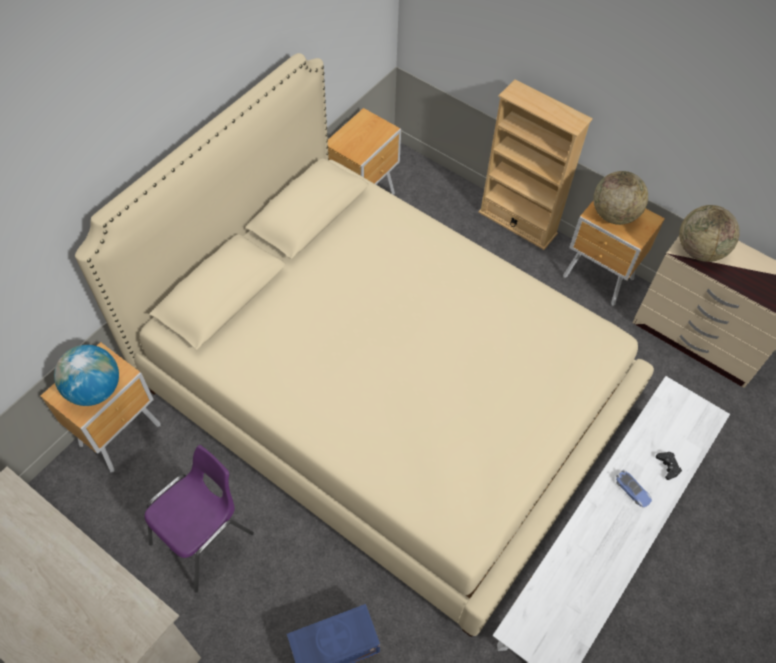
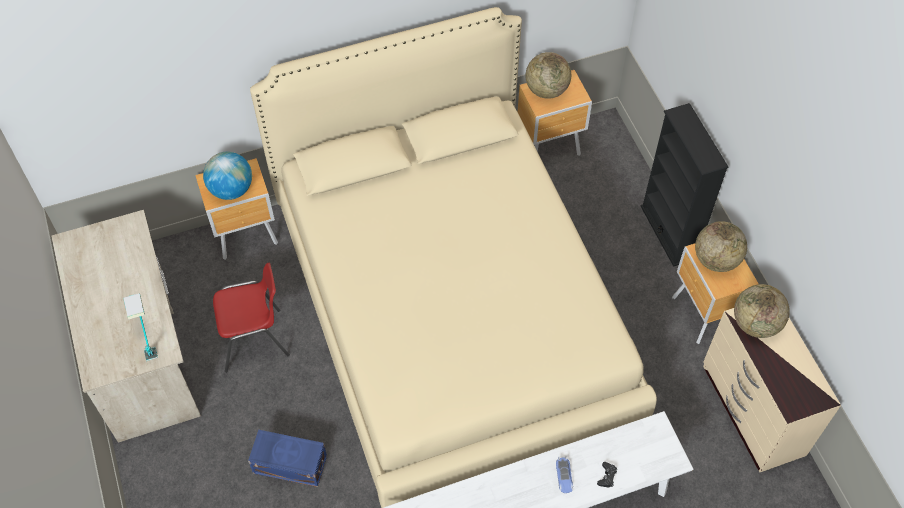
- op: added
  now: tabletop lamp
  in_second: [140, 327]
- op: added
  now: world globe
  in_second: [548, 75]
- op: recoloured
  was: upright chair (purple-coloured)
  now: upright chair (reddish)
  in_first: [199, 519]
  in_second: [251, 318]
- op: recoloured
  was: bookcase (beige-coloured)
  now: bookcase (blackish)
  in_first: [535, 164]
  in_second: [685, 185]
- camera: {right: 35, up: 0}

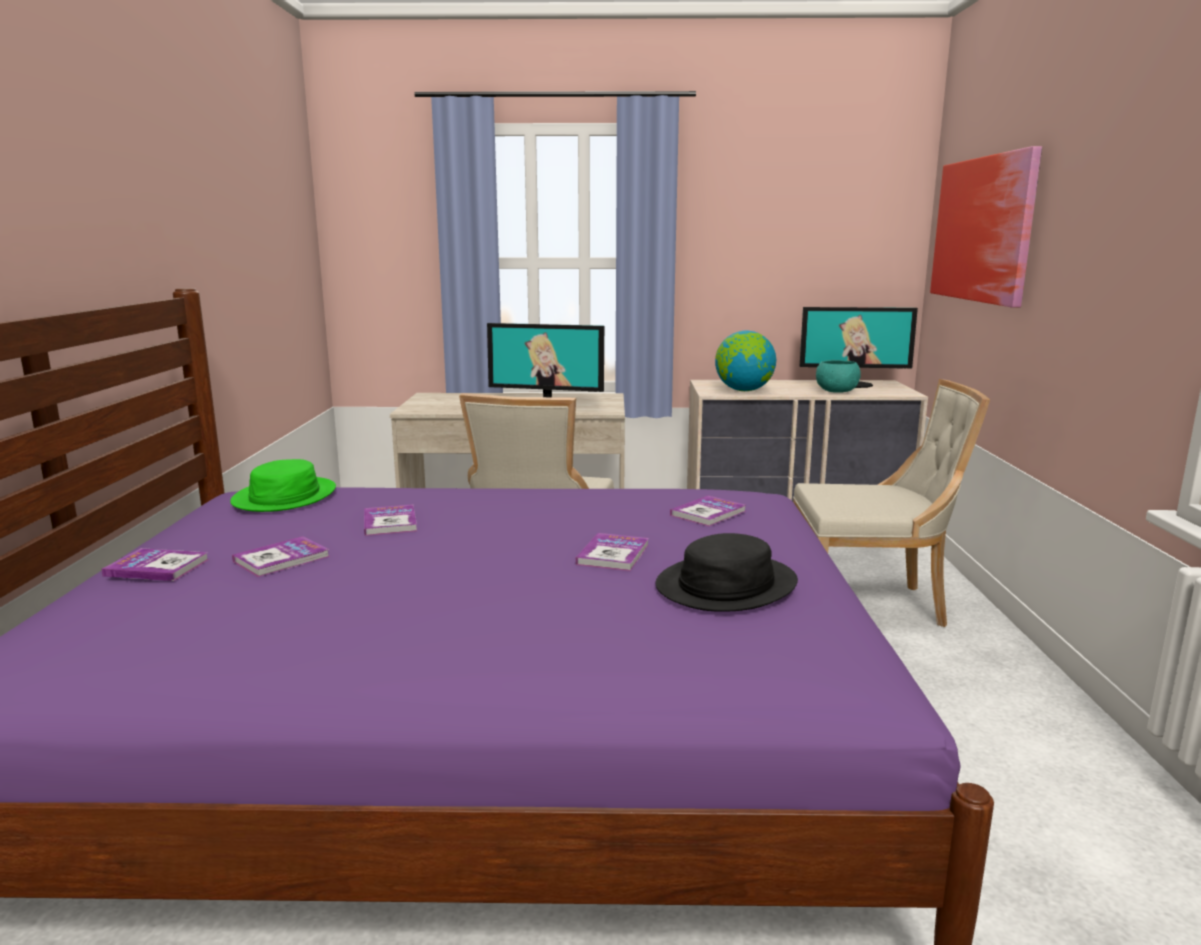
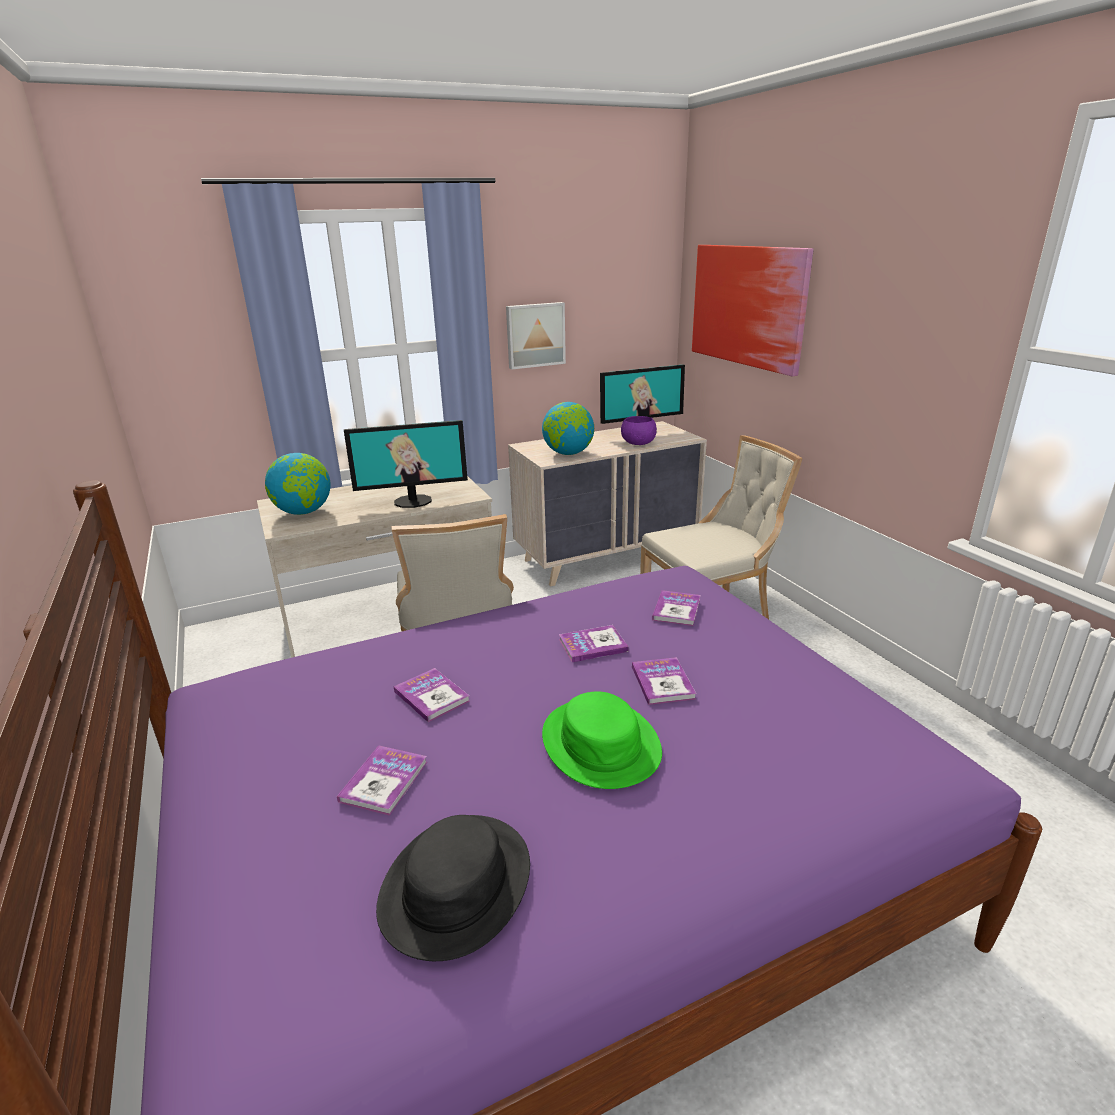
- op: added
  now: world globe
  in_second: [298, 484]
- op: added
  now: wall picture
  in_second: [536, 335]
- op: moved
  was: bound book
  in_first: [155, 564]
  in_second: [594, 643]
- op: moved
  was: clothing hat (green)
  in_first: [283, 485]
  in_second: [602, 740]
- op: moved
  was: clothing hat (blackish)
  in_first: [727, 572]
  in_second: [453, 888]
- op: recoloured
  was: serving bowl (turquoise)
  now: serving bowl (purple-coloured)
  in_first: [838, 376]
  in_second: [639, 430]
- camera: {right: -25, up: 10}

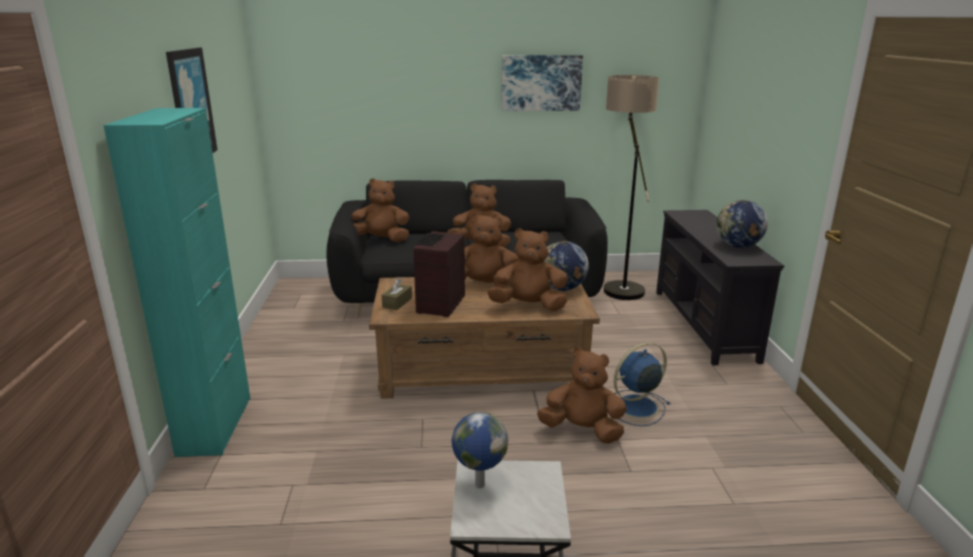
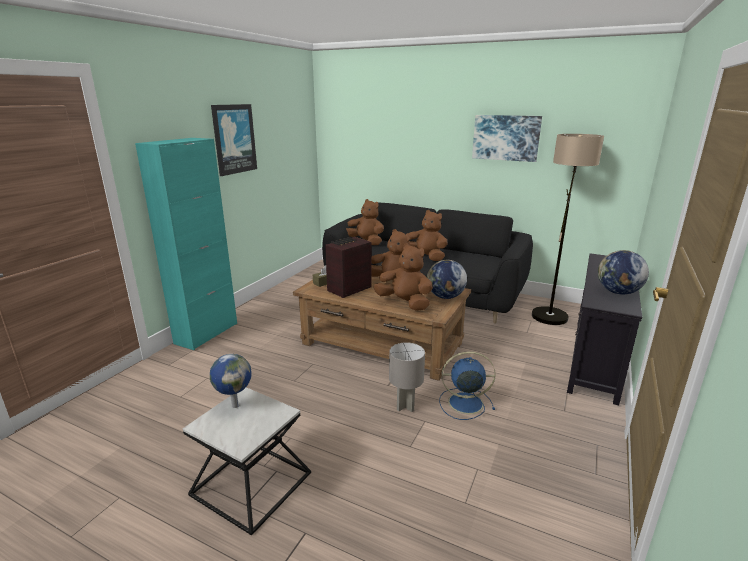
- op: replaced
  was: cuddly toy (brown)
  now: tabletop lamp (greyish)
  in_first: [582, 395]
  in_second: [407, 377]
- camera: {right: 30, up: 0}

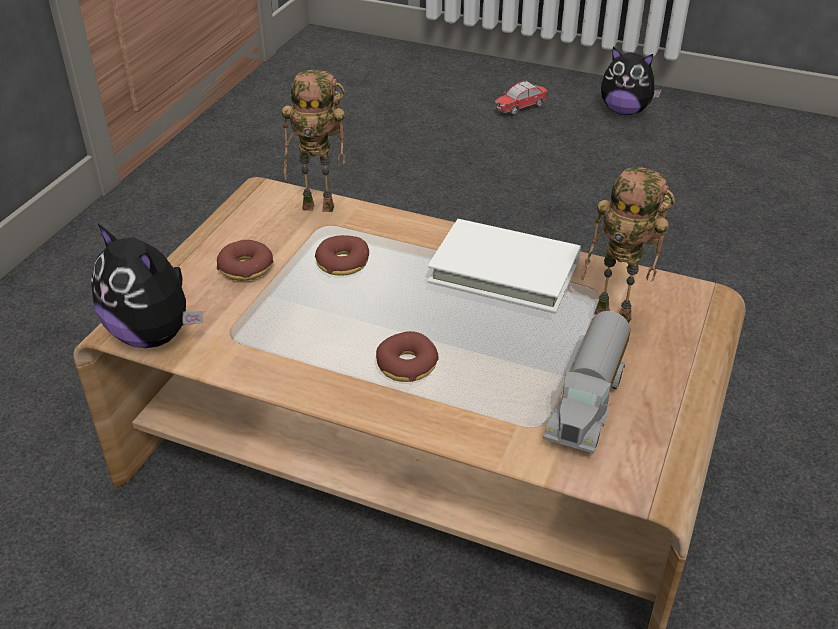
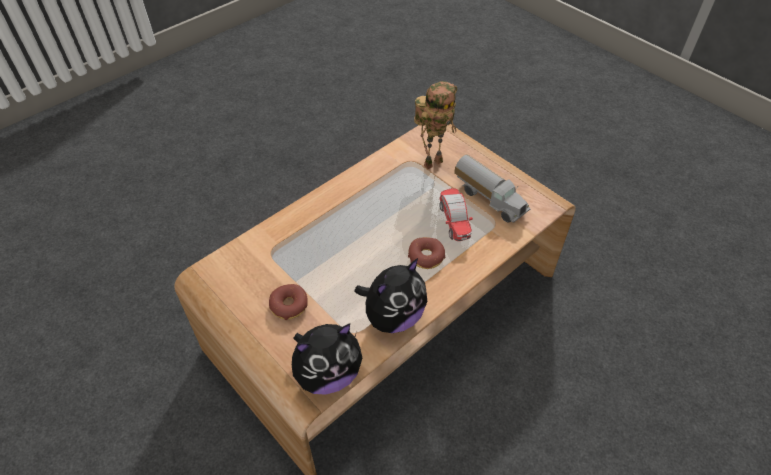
- op: removed
  was: toy robot
  in_first: [313, 141]
- op: removed
  was: ring doughnut
  in_first: [342, 255]
- op: removed
  was: bound book (white)
  in_first: [504, 266]
- op: moved
  was: toy car
  in_first: [521, 98]
  in_second: [456, 214]
- op: moved
  was: cuddly toy
  in_first: [631, 81]
  in_second: [391, 295]
- camera: {right: -65, up: 10}

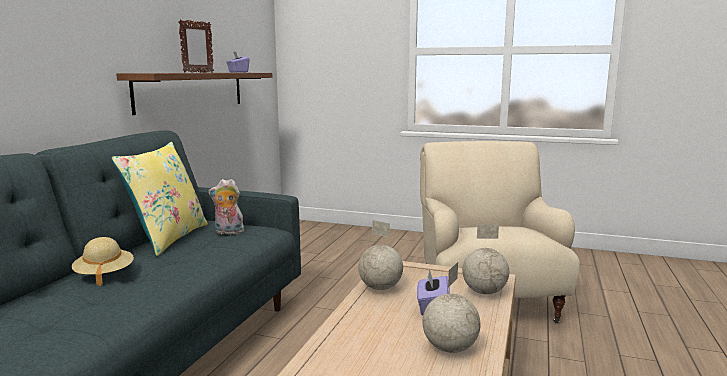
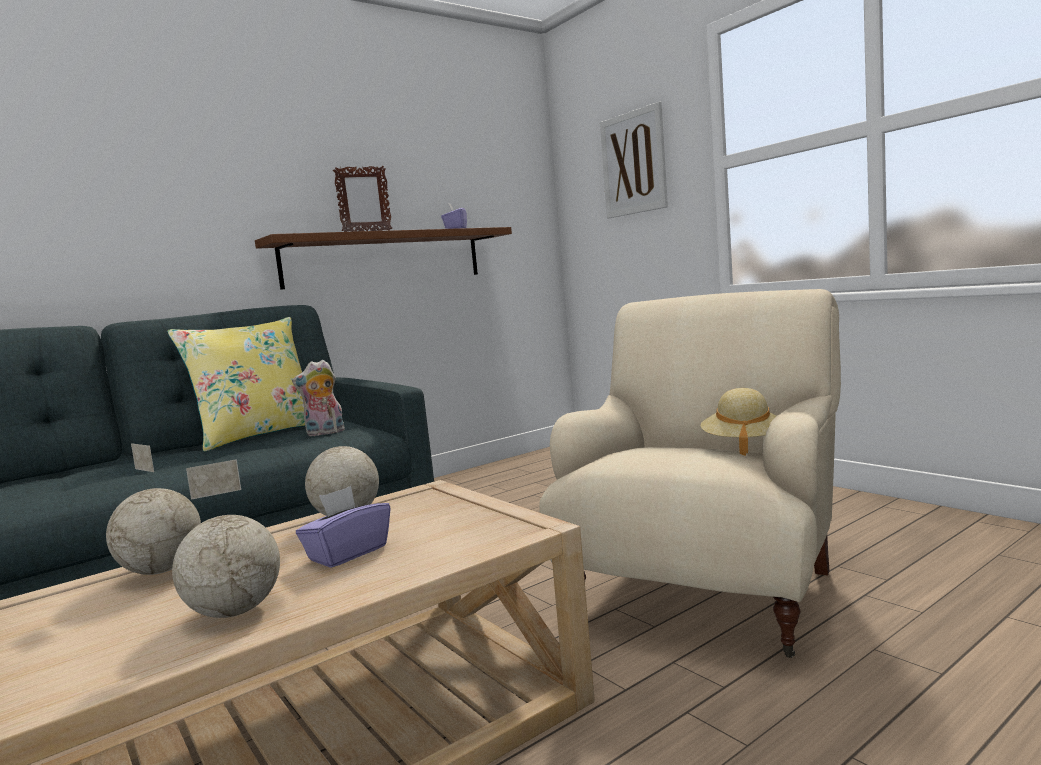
- op: added
  now: wall picture
  in_second: [634, 160]
- op: moved
  was: clothing hat (beige-coloured)
  in_first: [103, 261]
  in_second: [738, 422]
- op: moved
  was: world globe
  in_first: [485, 259]
  in_second: [153, 509]
- op: turned
  was: cuddly toy
  in_first: [226, 207]
  in_second: [318, 398]
  clockwise: -60
- camera: {right: 35, up: -5}

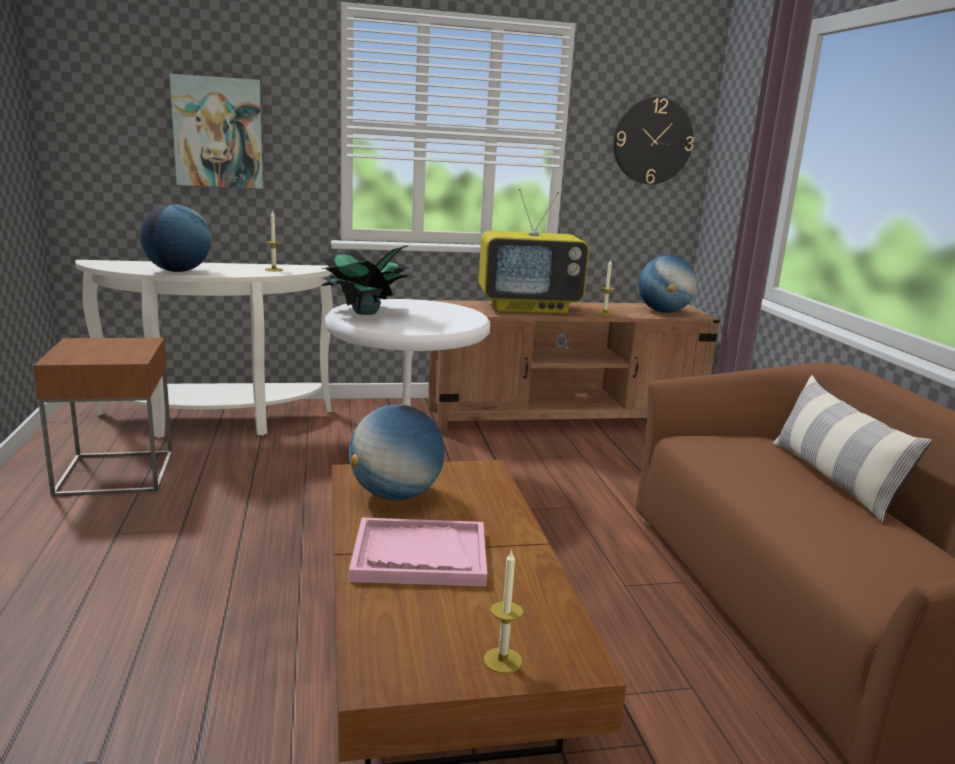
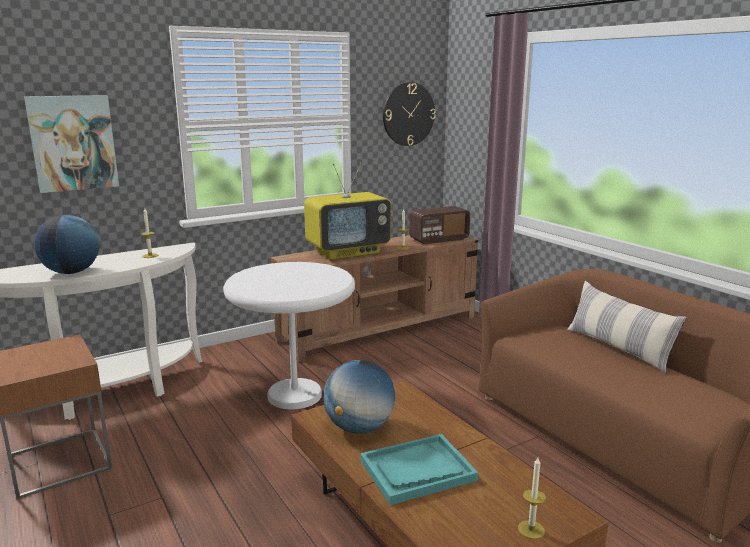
- op: removed
  was: potted plant
  in_first: [366, 279]
- op: replaced
  was: world globe
  now: radio
  in_first: [667, 284]
  in_second: [439, 225]
- op: recoloured
  was: tray (pink)
  now: tray (turquoise)
  in_first: [418, 552]
  in_second: [419, 469]
- camera: {right: -20, up: 0}

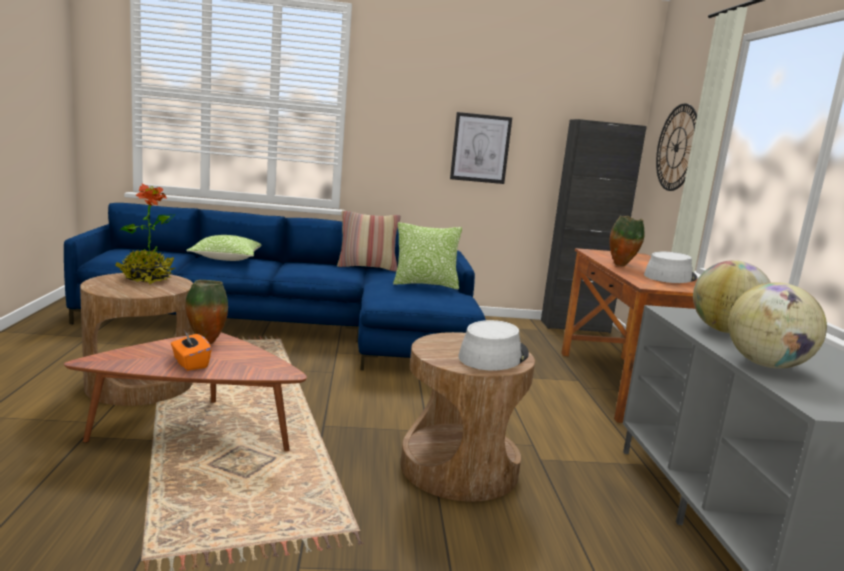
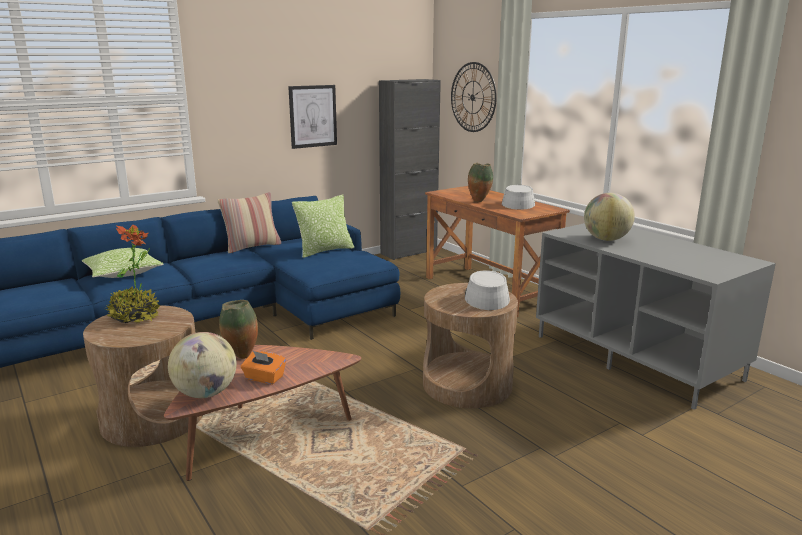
- op: moved
  was: world globe
  in_first: [777, 325]
  in_second: [202, 365]
- camera: {right: -30, up: 5}

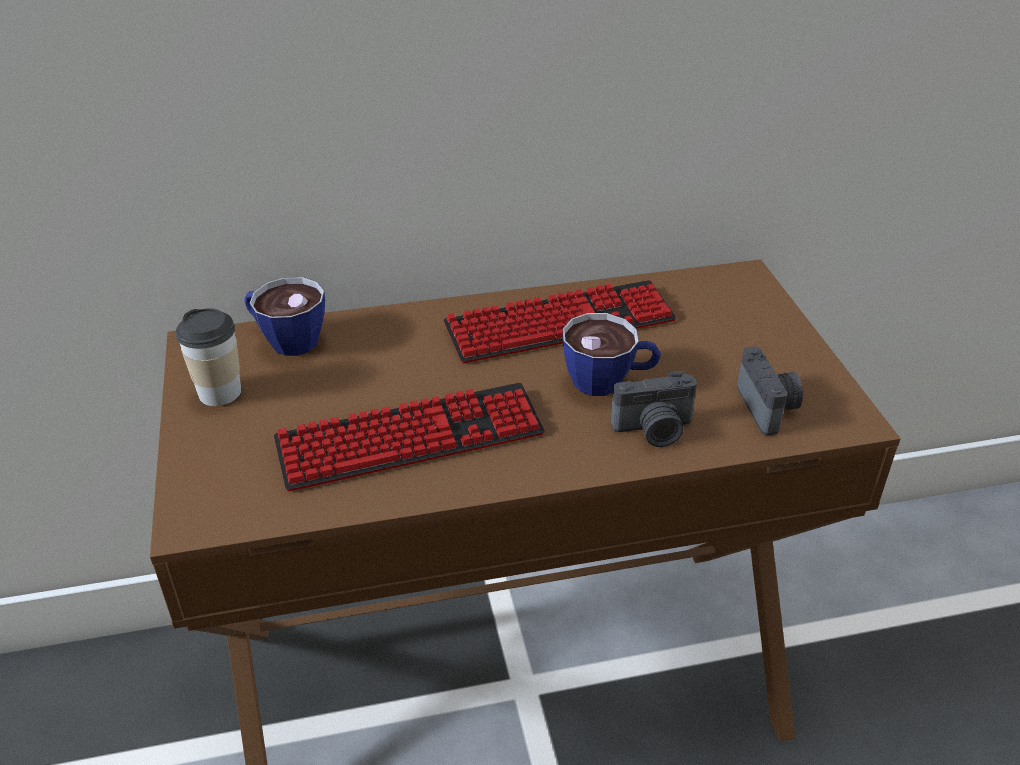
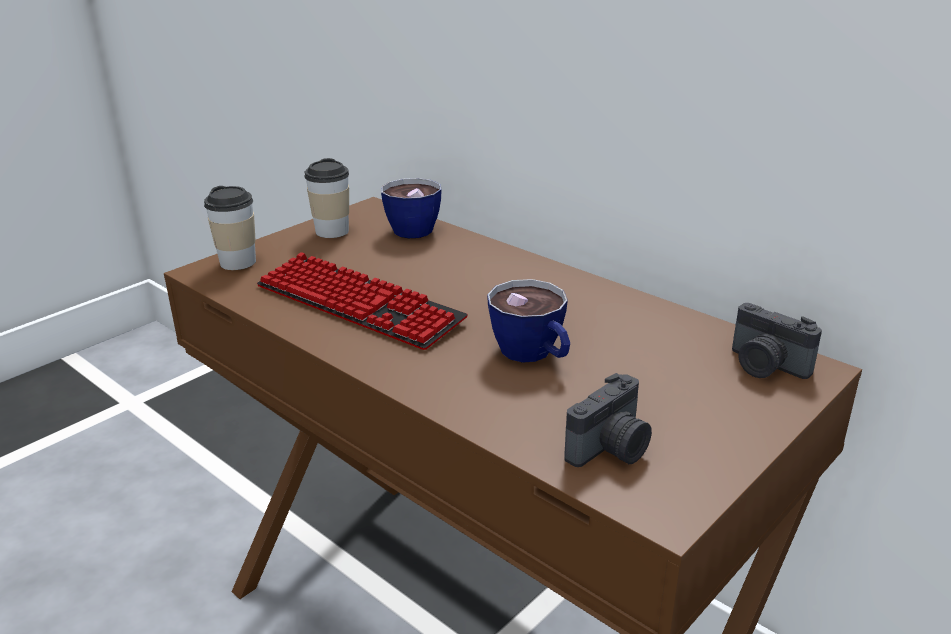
- op: removed
  was: PC keyboard
  in_first: [559, 321]
- op: added
  now: cup
  in_second: [230, 228]
- op: moved
  was: photo camera
  in_first: [654, 409]
  in_second: [777, 341]
- camera: {right: 55, up: -10}

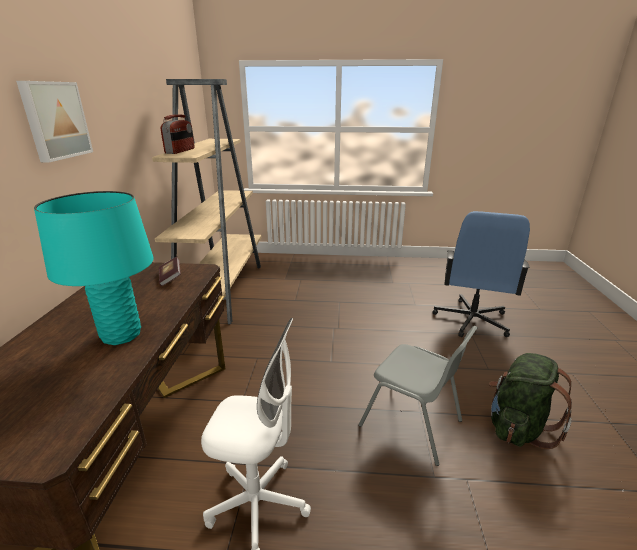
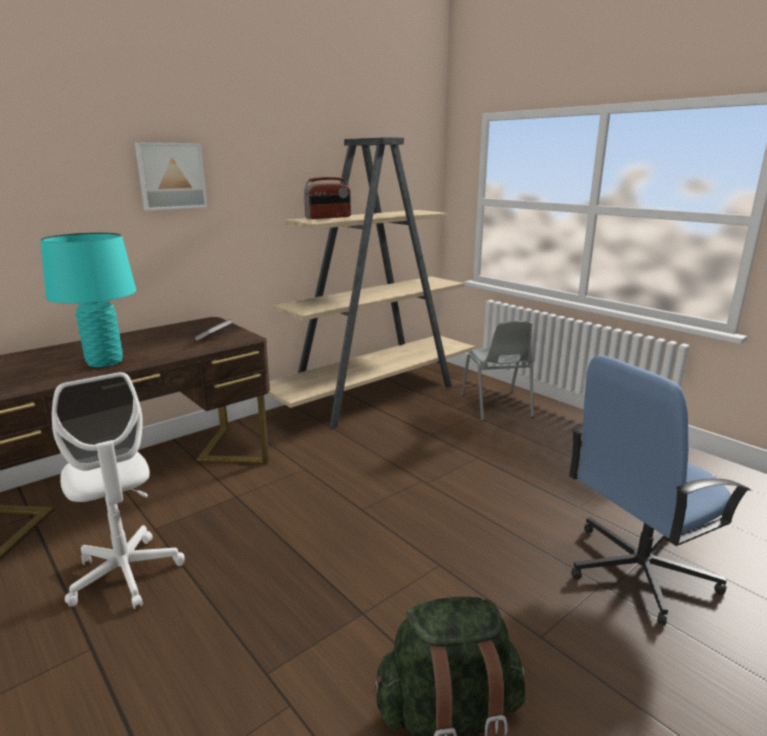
- op: moved
  was: upright chair (greyish)
  in_first: [418, 396]
  in_second: [497, 371]
- camera: {right: 45, up: -5}

